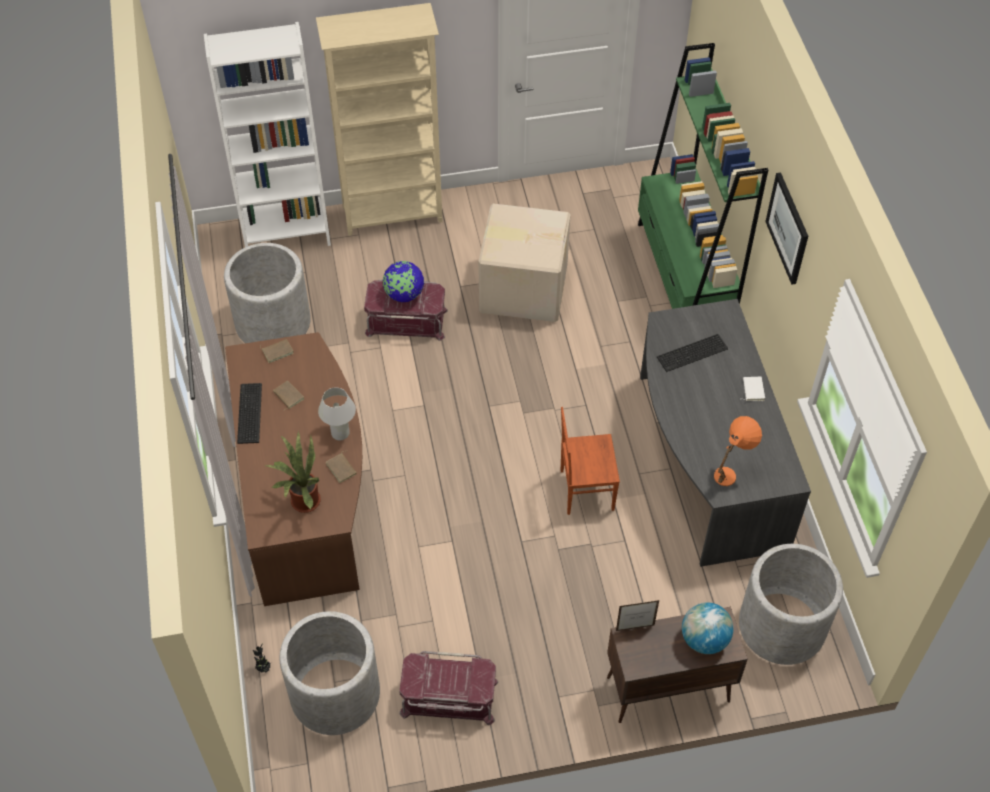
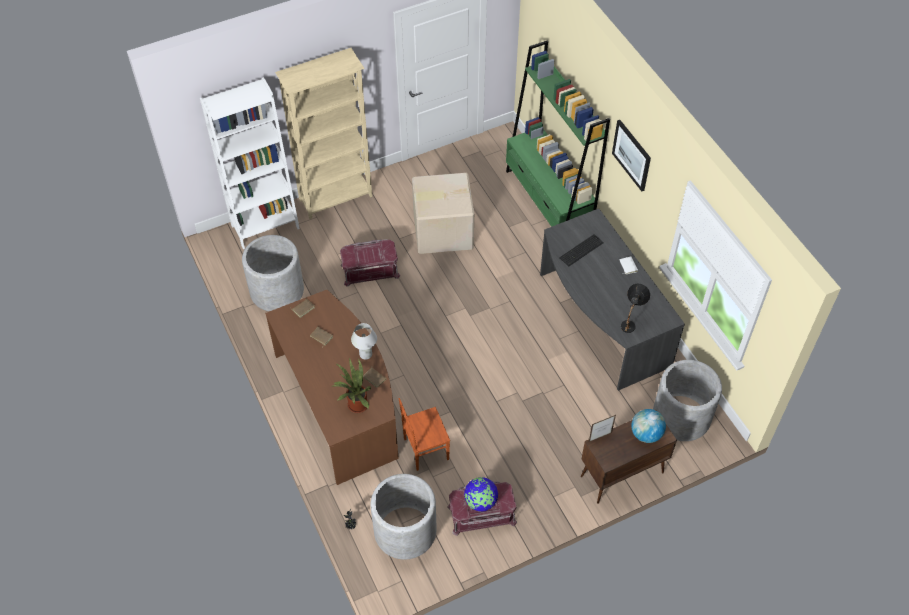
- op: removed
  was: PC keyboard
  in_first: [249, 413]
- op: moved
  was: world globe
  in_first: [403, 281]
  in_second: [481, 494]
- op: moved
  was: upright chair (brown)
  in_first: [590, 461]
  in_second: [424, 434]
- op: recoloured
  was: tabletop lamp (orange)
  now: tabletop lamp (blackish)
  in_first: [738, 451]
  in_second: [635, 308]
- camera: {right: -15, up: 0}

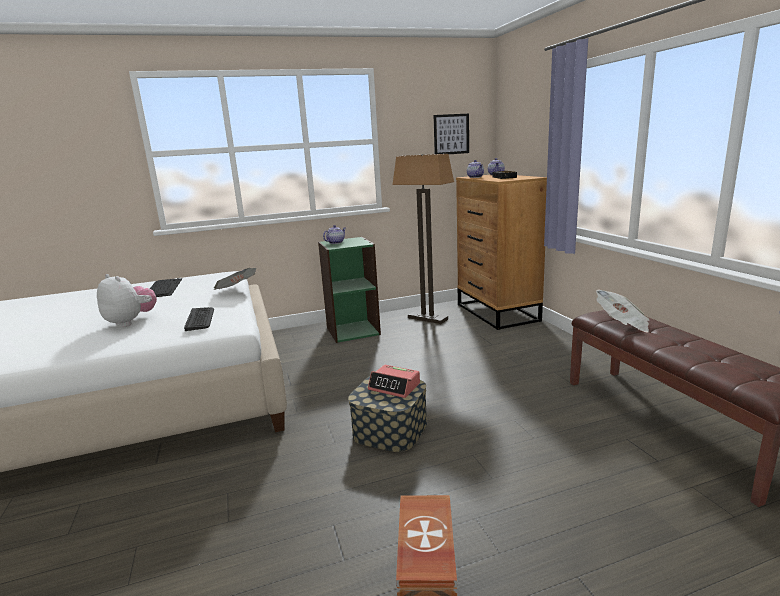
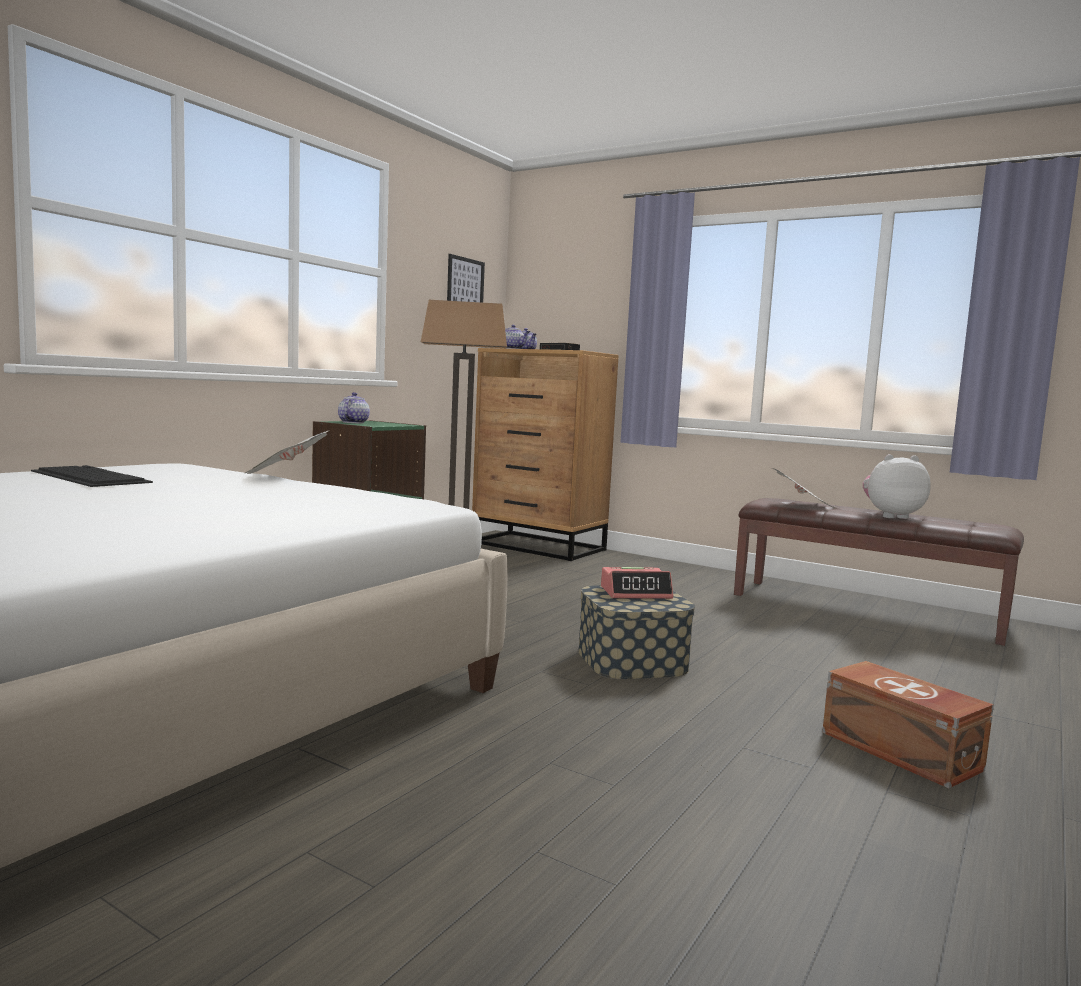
- op: removed
  was: PC keyboard
  in_first: [199, 319]
- op: moved
  was: cuddly toy
  in_first: [127, 300]
  in_second: [897, 486]
- camera: {right: -40, up: -10}

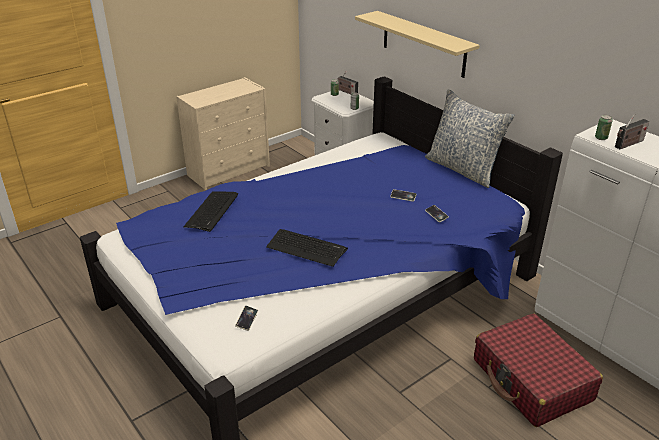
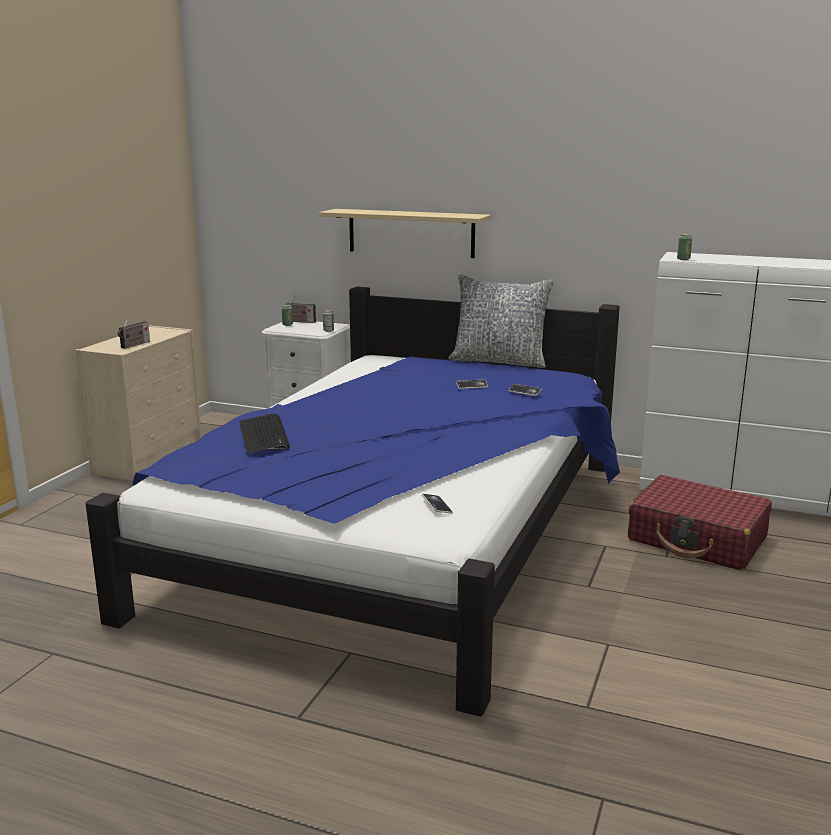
- op: removed
  was: PC keyboard
  in_first: [307, 248]
- op: moved
  was: radio
  in_first: [632, 131]
  in_second: [134, 332]
- camera: {right: -30, up: -15}

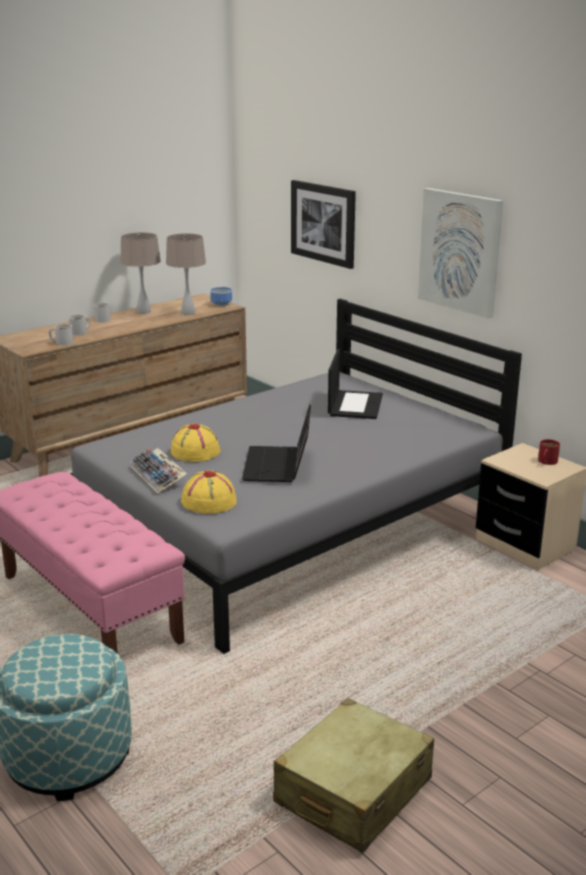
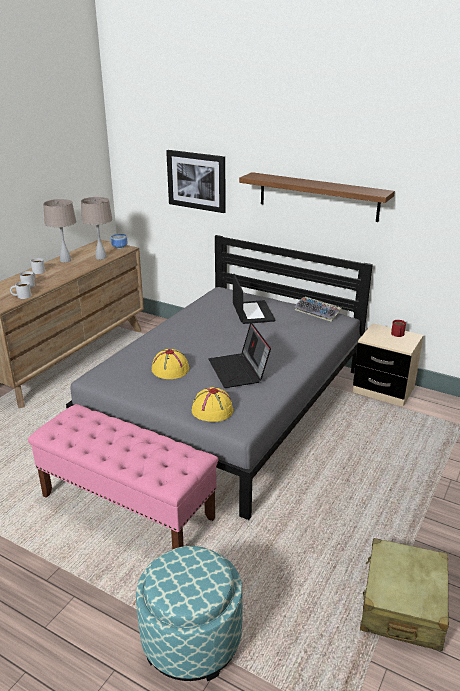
- op: moved
  was: PC keyboard
  in_first: [158, 470]
  in_second: [318, 309]
- op: replaced
  was: wall picture
  now: bracket shelf
  in_first: [460, 253]
  in_second: [317, 197]
- camera: {right: -20, up: 5}

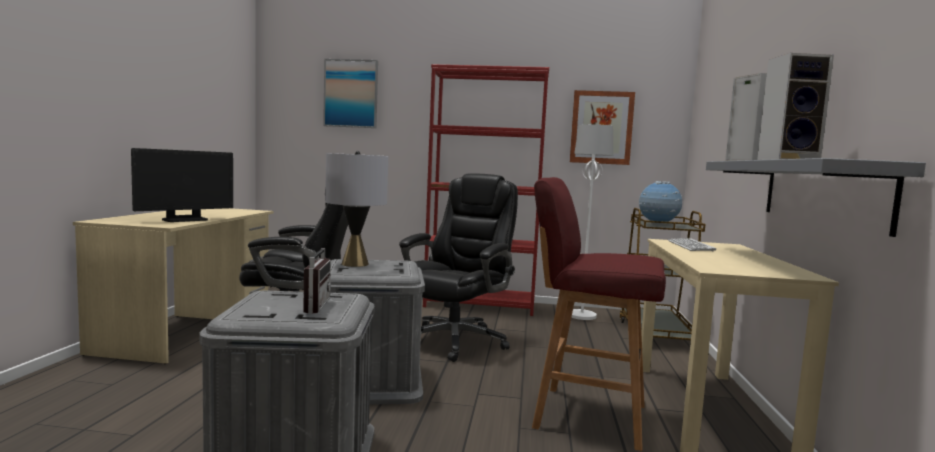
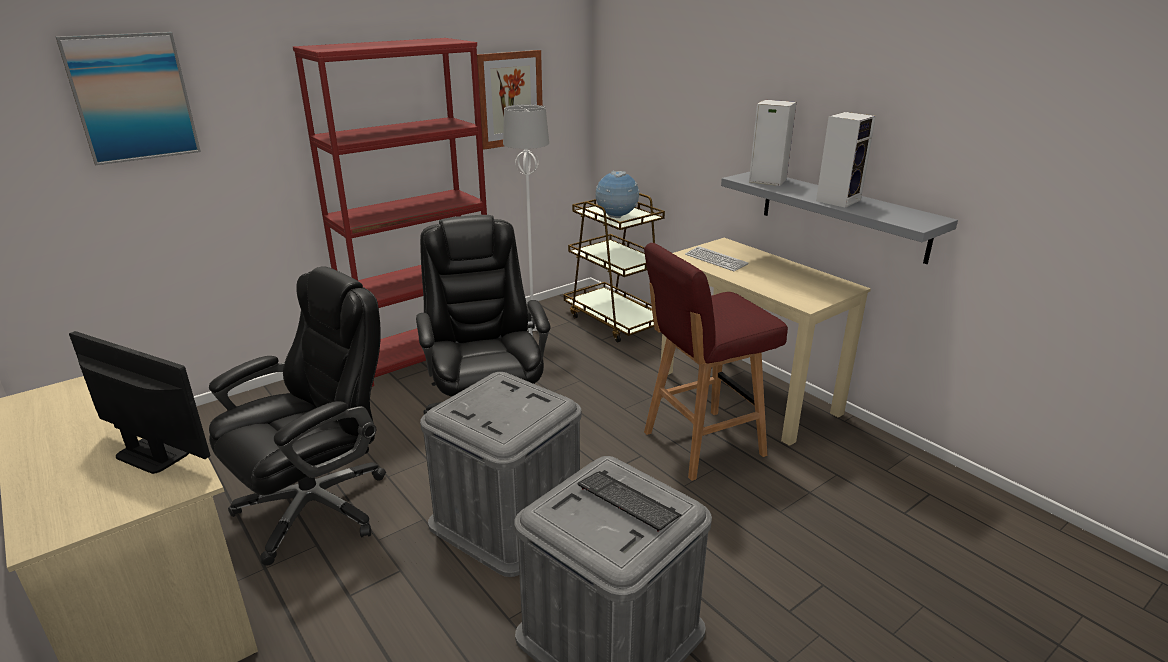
- op: removed
  was: tabletop lamp (greyish)
  in_first: [356, 209]
- op: replaced
  was: radio
  now: PC keyboard
  in_first: [311, 276]
  in_second: [629, 501]
- op: turned
  was: monitor
  in_first: [182, 185]
  in_second: [139, 402]
  clockwise: -60
- camera: {right: -45, up: 20}

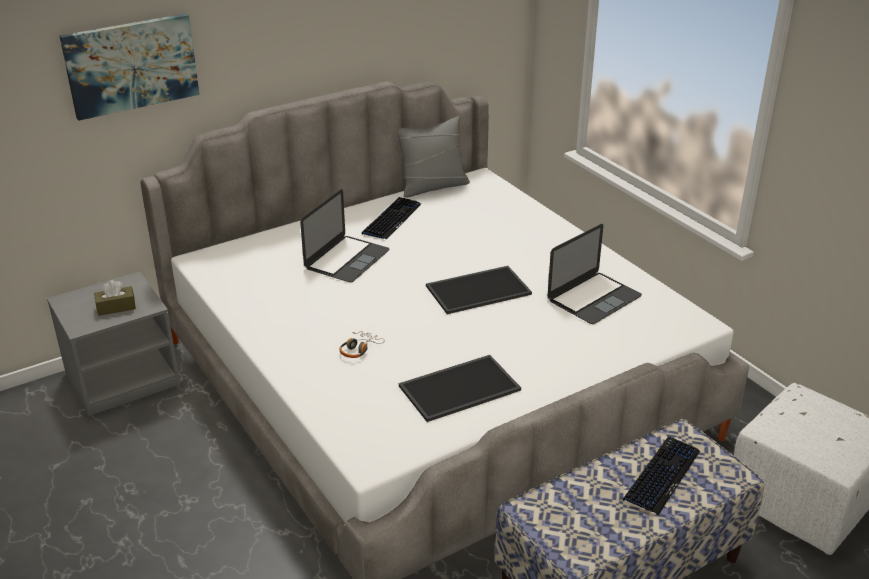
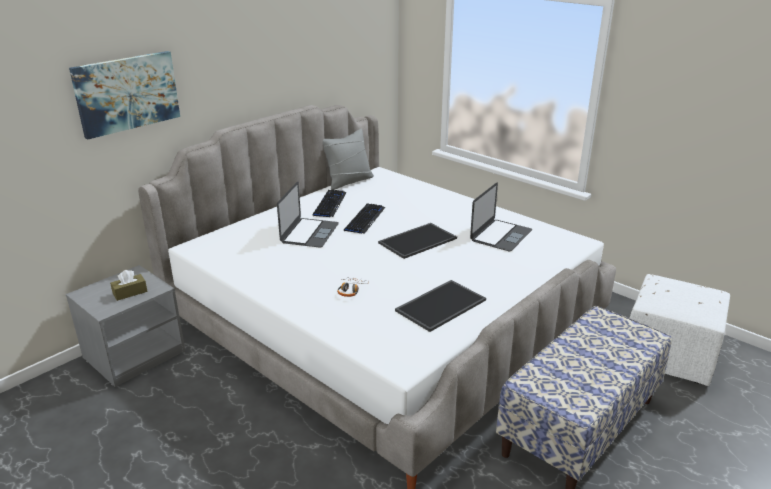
- op: moved
  was: PC keyboard
  in_first: [661, 475]
  in_second: [364, 219]
- camera: {right: -15, up: -5}

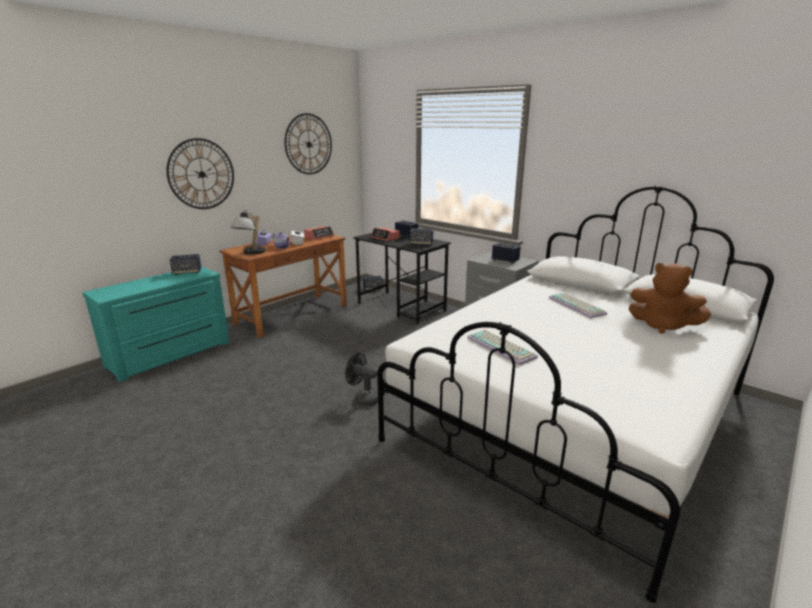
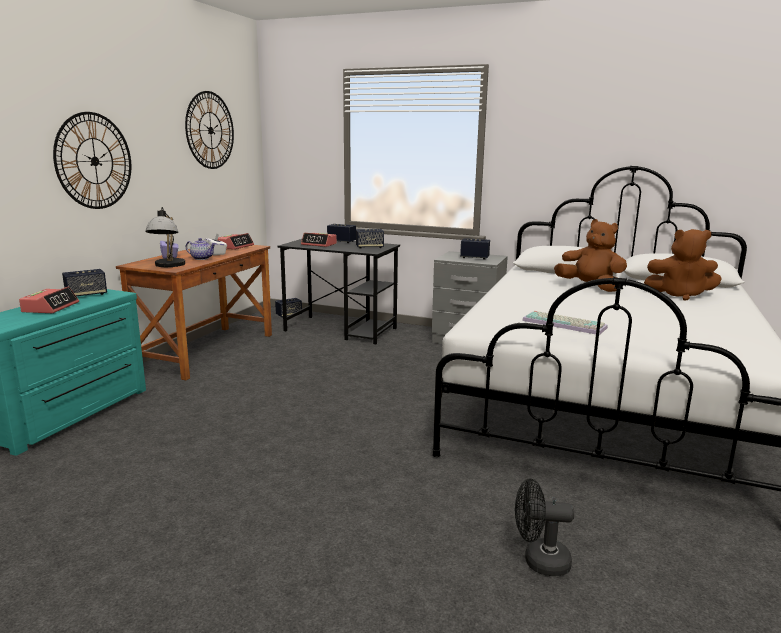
- op: added
  now: table clock
  in_second: [49, 300]
- op: moved
  was: fan (blackish)
  in_first: [361, 379]
  in_second: [544, 527]
- op: replaced
  was: PC keyboard
  now: cuddly toy (brown)
  in_first: [578, 305]
  in_second: [590, 255]
- camera: {right: -20, up: -5}

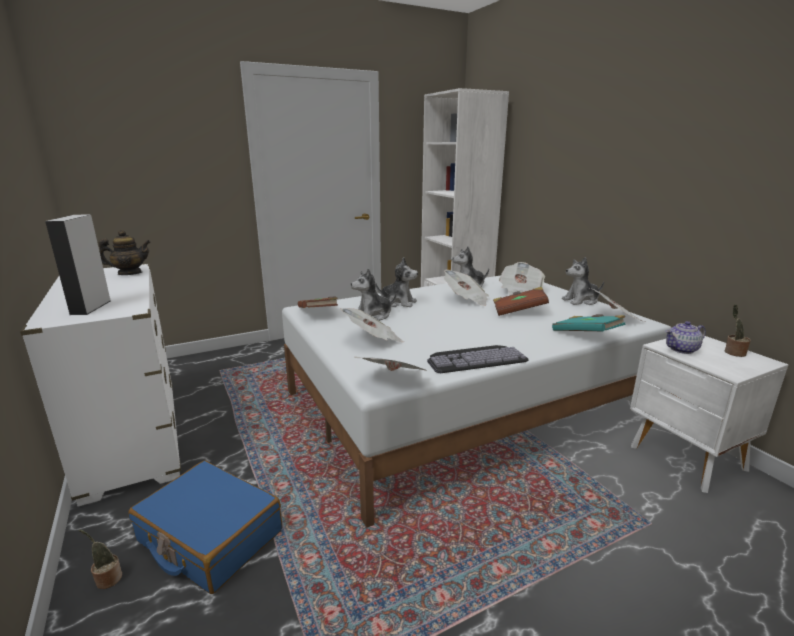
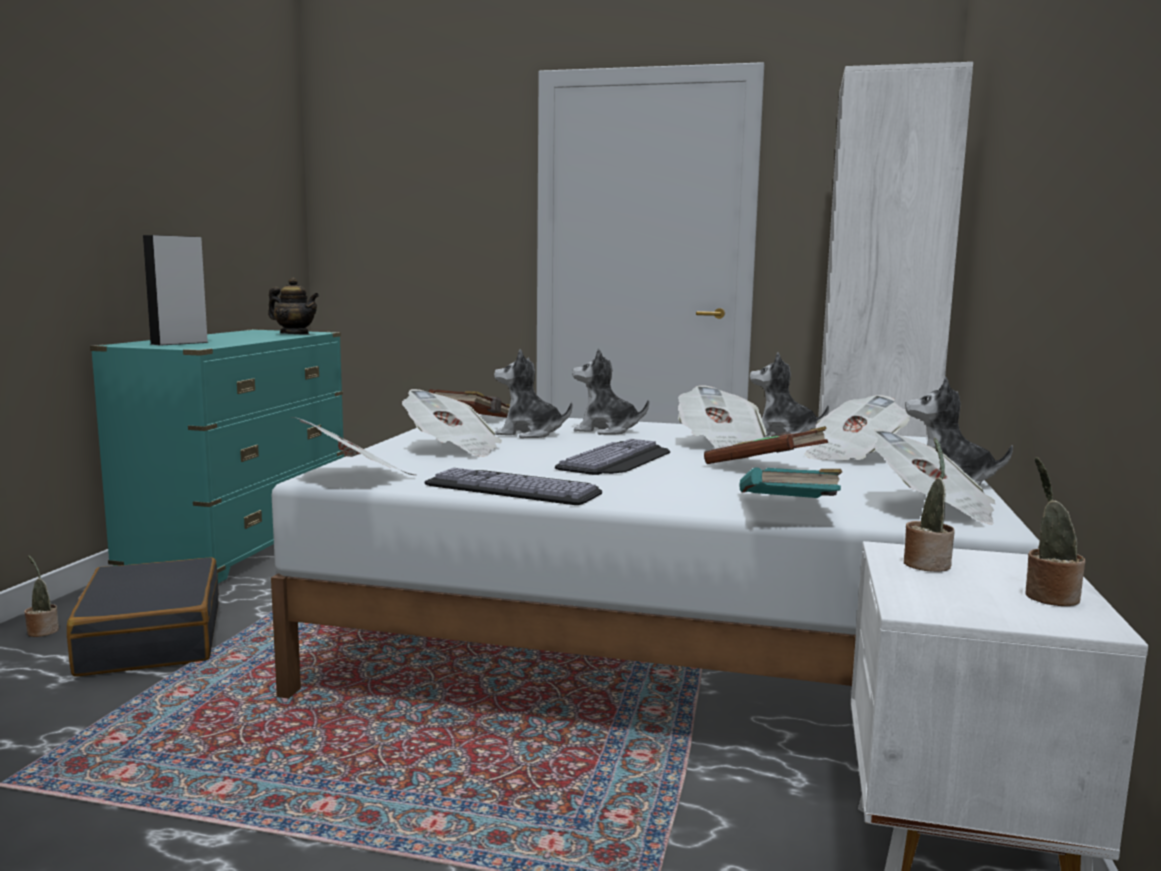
- op: added
  now: PC keyboard
  in_second: [612, 457]
- op: replaced
  was: teapot
  now: potted plant
  in_first: [685, 337]
  in_second: [929, 504]
- op: recoloured
  was: dresser (white)
  now: dresser (turquoise)
  in_first: [100, 385]
  in_second: [217, 456]
- op: recoloured
  was: suitcase (bluish)
  now: suitcase (blackish)
  in_first: [205, 527]
  in_second: [143, 617]
- op: turned
  was: cuddly toy
  in_first: [397, 282]
  in_second: [610, 391]
  clockwise: 135
- camera: {right: 40, up: -10}

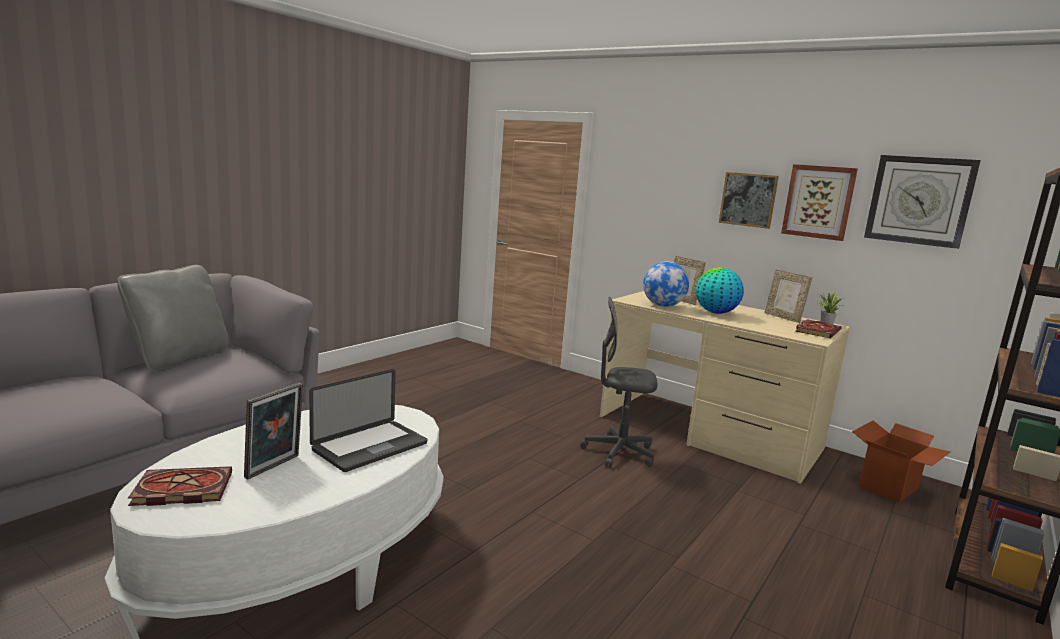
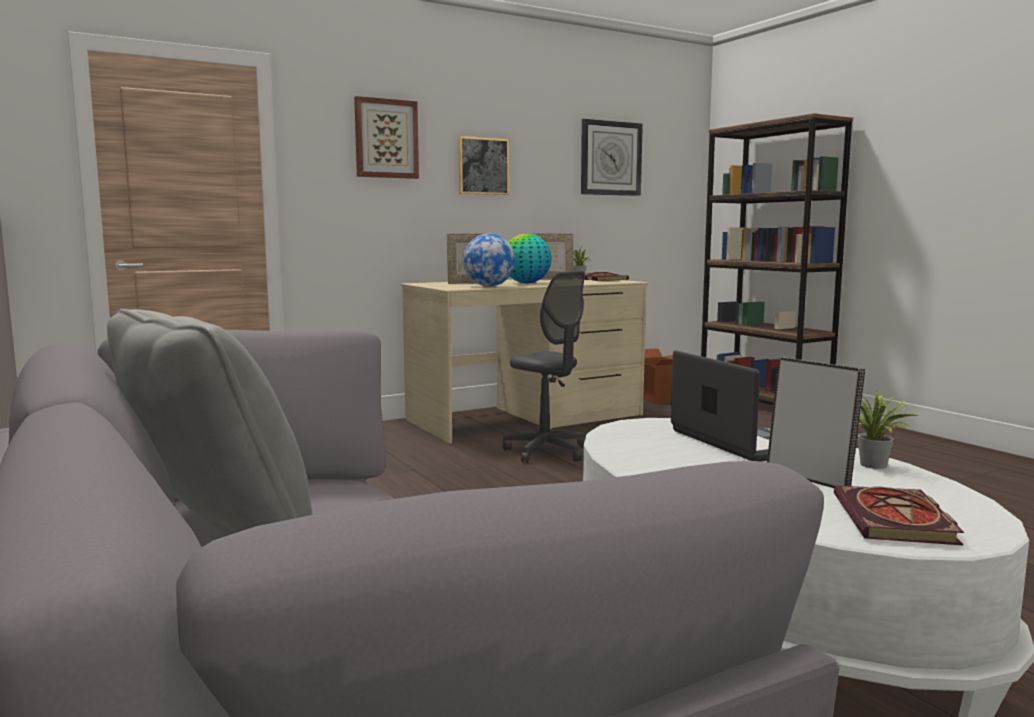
- op: added
  now: potted plant
  in_second: [888, 429]
- op: moved
  was: wall picture
  in_first: [819, 202]
  in_second: [386, 137]
- op: turned
  was: office chair (greyish)
  in_first: [619, 382]
  in_second: [544, 367]
  clockwise: -75
- camera: {right: -65, up: -5}

